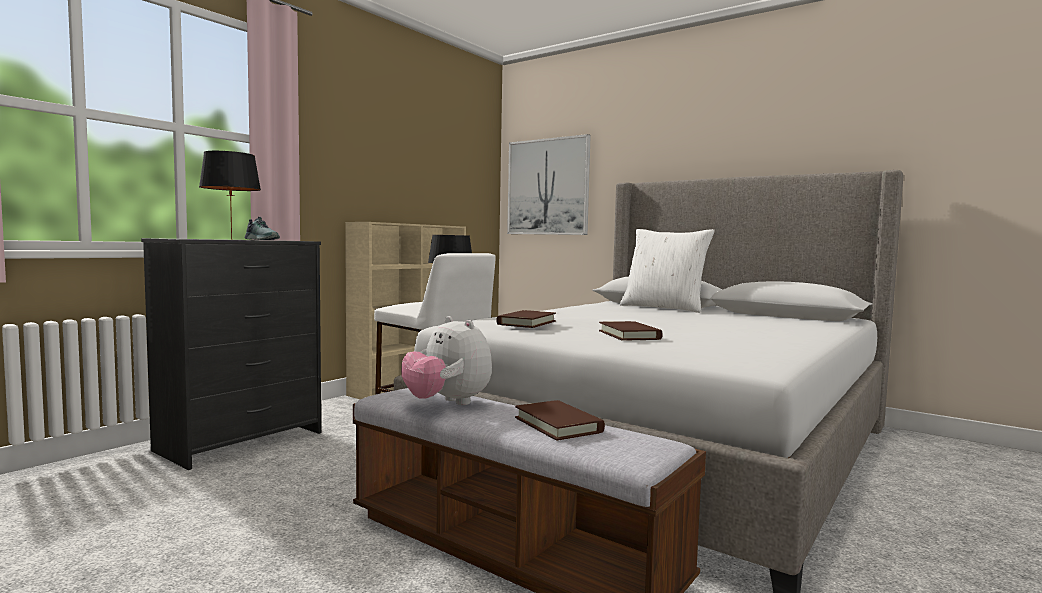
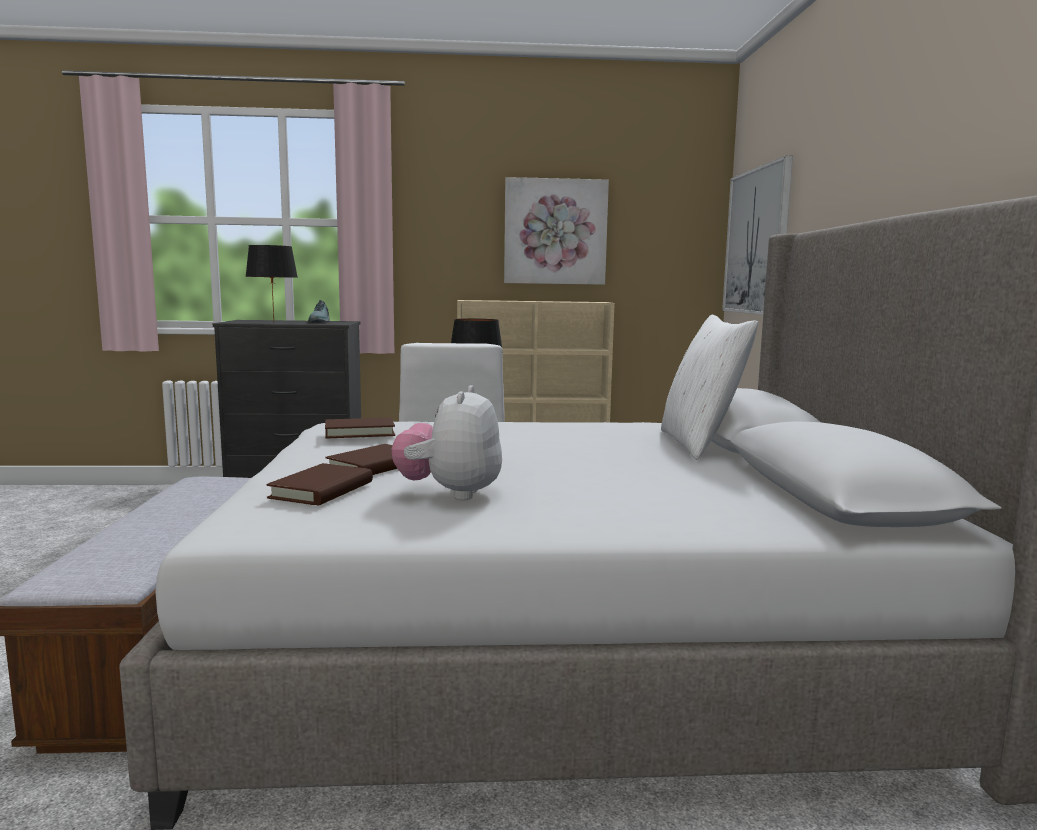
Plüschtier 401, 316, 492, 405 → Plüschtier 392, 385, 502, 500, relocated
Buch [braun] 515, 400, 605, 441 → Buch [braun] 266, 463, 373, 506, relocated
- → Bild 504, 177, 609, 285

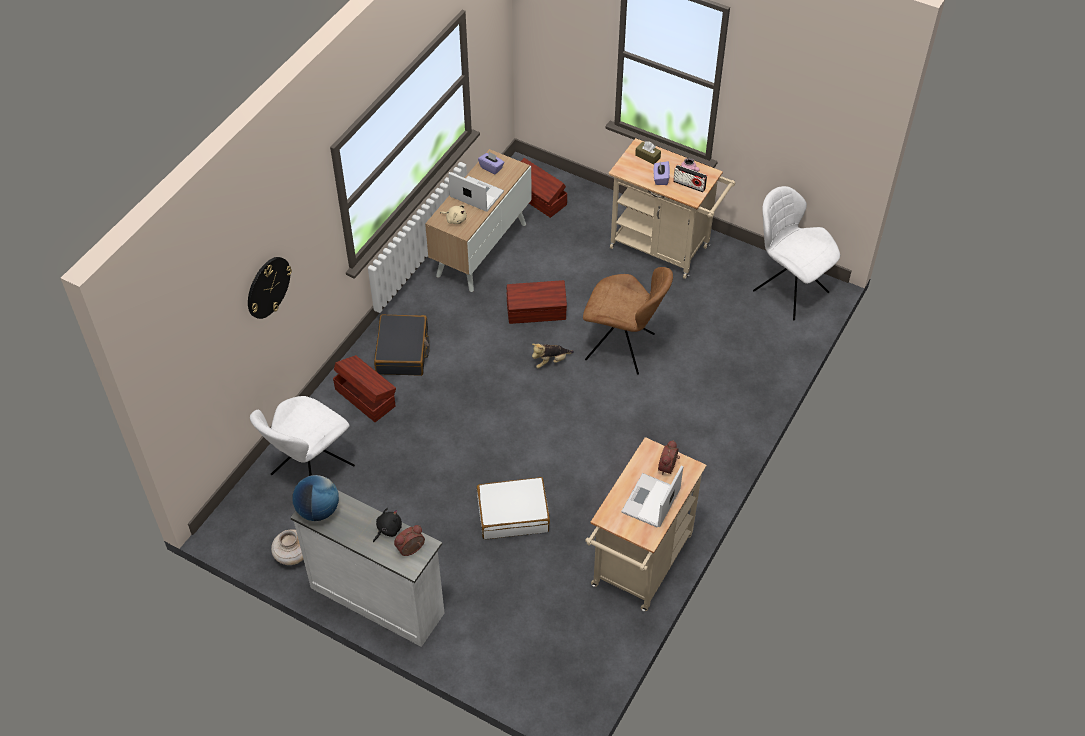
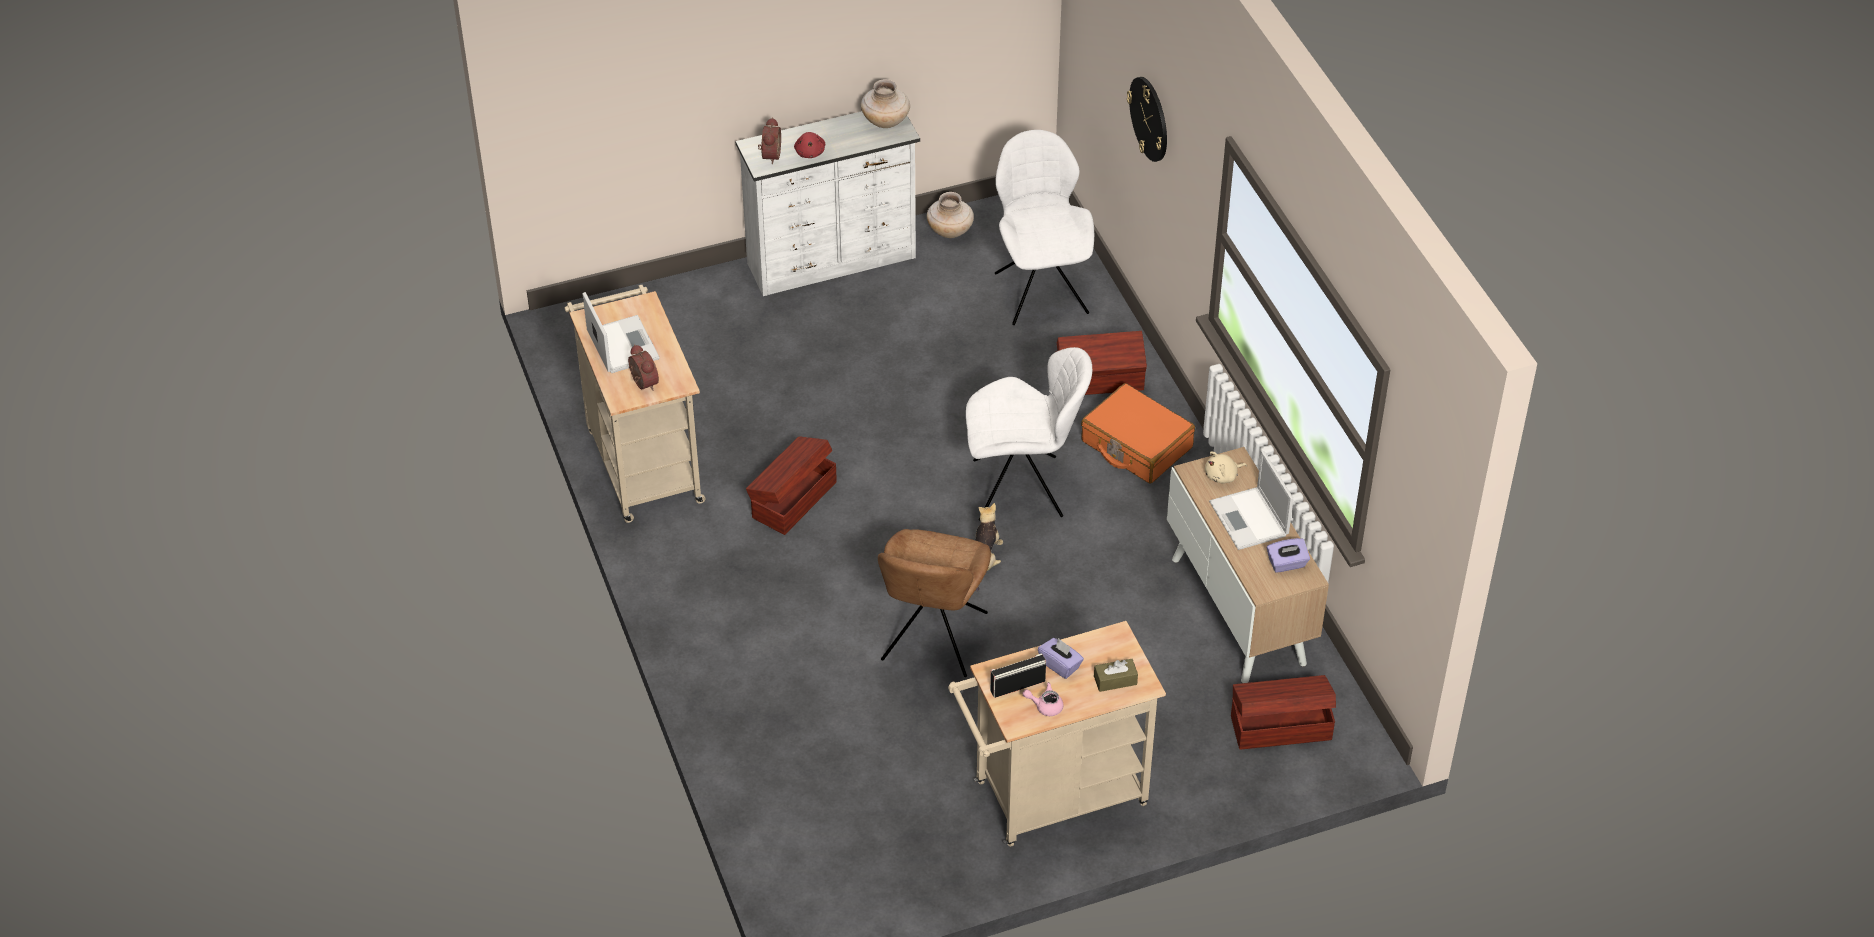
Globus 293, 475, 339, 521 → Vase [beige] 861, 79, 910, 128
Plüschtier [schwarz] 373, 508, 402, 542 → Plüschtier [rot] 794, 132, 825, 158
Koffer [schwarz] 374, 314, 429, 376 → Koffer [orange] 1081, 383, 1195, 484
Laptop 448, 172, 504, 212 → Laptop 1209, 451, 1294, 550, 90 degrees clockwise
Koffer [weiß] 477, 477, 550, 539 → -
Aufbewahrungsbox [braun] 506, 280, 567, 324 → Aufbewahrungsbox [braun] 746, 436, 837, 535, relocated
Stuhl [braun] 583, 267, 673, 375 → Stuhl [braun] 878, 529, 991, 677, 45 degrees counterclockwise
Stuhl [weiß] 753, 186, 840, 320 → Stuhl [weiß] 966, 347, 1092, 520, relocated

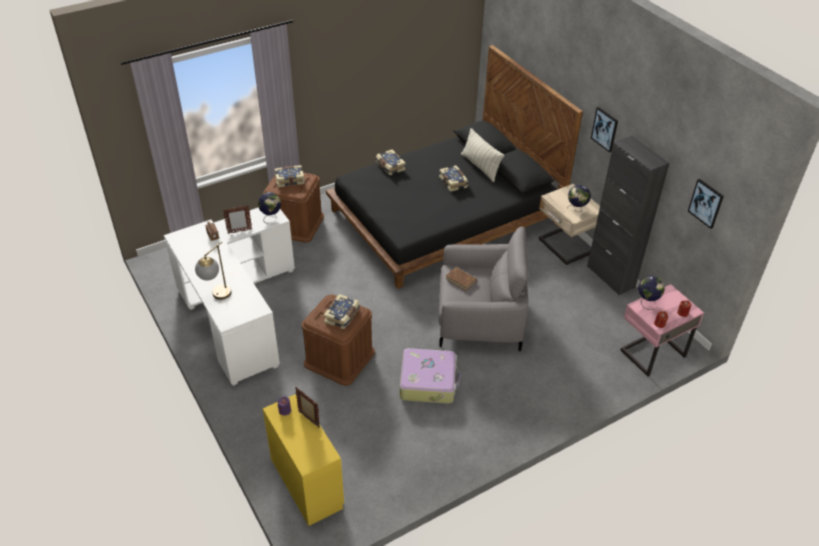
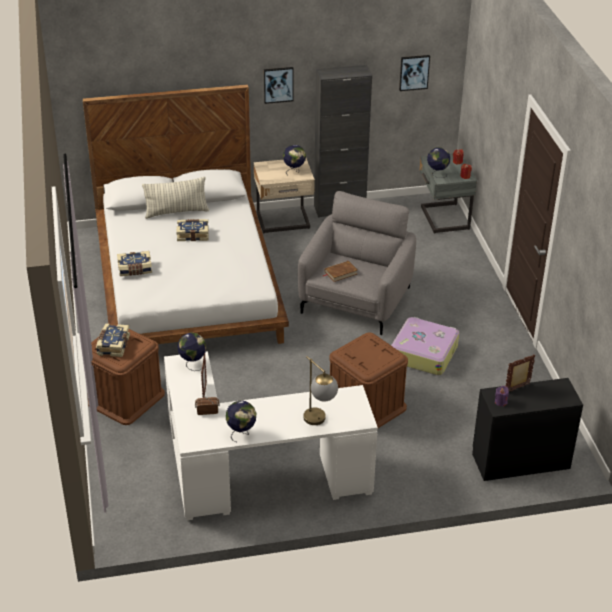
Kommode [gelb] 263, 394, 344, 526 → Kommode [schwarz] 472, 378, 583, 481
Buch 323, 294, 360, 329 → -
Bett [schwarz] 326, 45, 583, 289 → Bett [weiß] 83, 84, 289, 344
Nachttisch [rosa] 620, 284, 704, 377 → Nachttisch [grau] 419, 153, 477, 233
- → Globus 226, 400, 256, 442

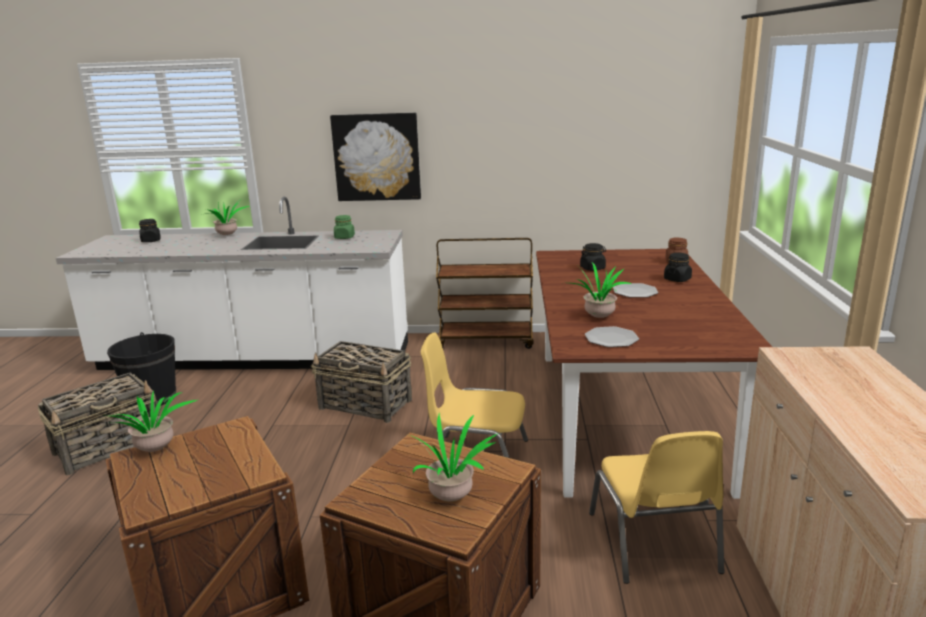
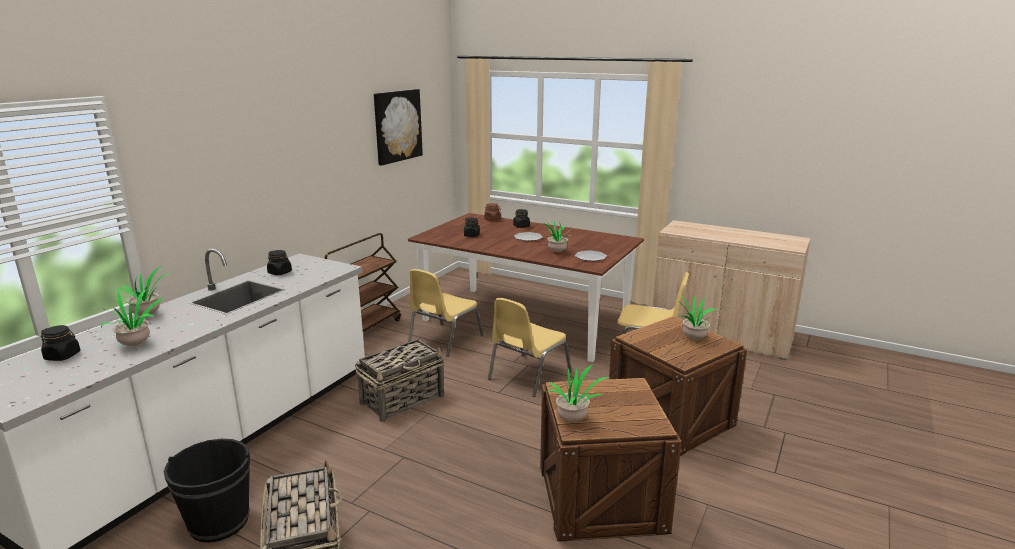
Bild 330, 113, 421, 201 → Bild 374, 89, 423, 166, relocated
Vorratsglas [grün] 334, 215, 355, 239 → Vorratsglas [schwarz] 267, 250, 292, 275
- → Topfpflanze 101, 290, 163, 346
- → Stuhl [gelb] 408, 269, 484, 357

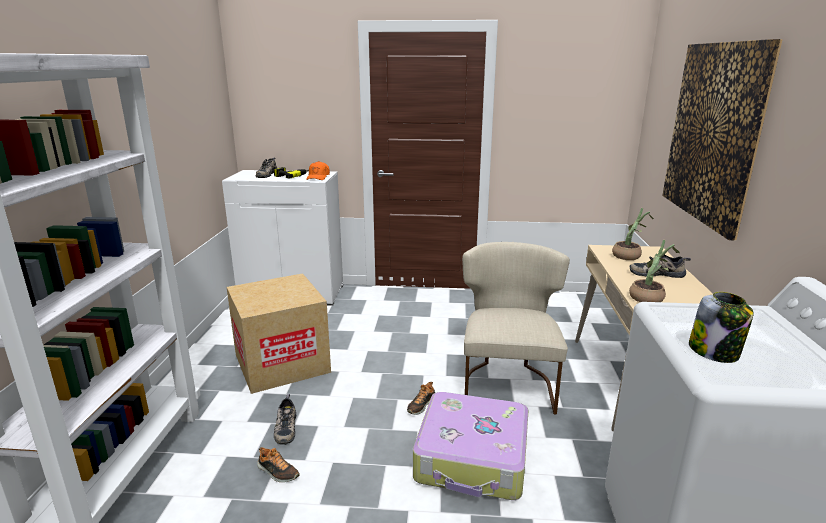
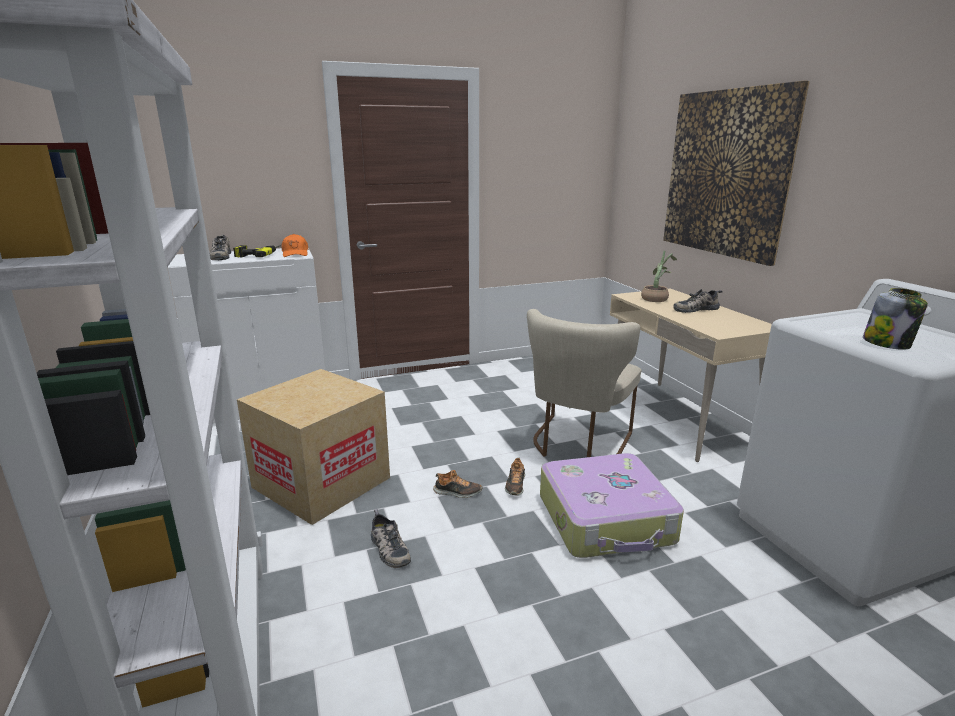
Schuh 257, 447, 300, 482 → Schuh 433, 470, 482, 498, relocated
Stuhl [beige] 462, 242, 570, 414 → Stuhl [beige] 527, 309, 641, 457, 135 degrees counterclockwise
Topfpflanze 629, 240, 680, 302 → -

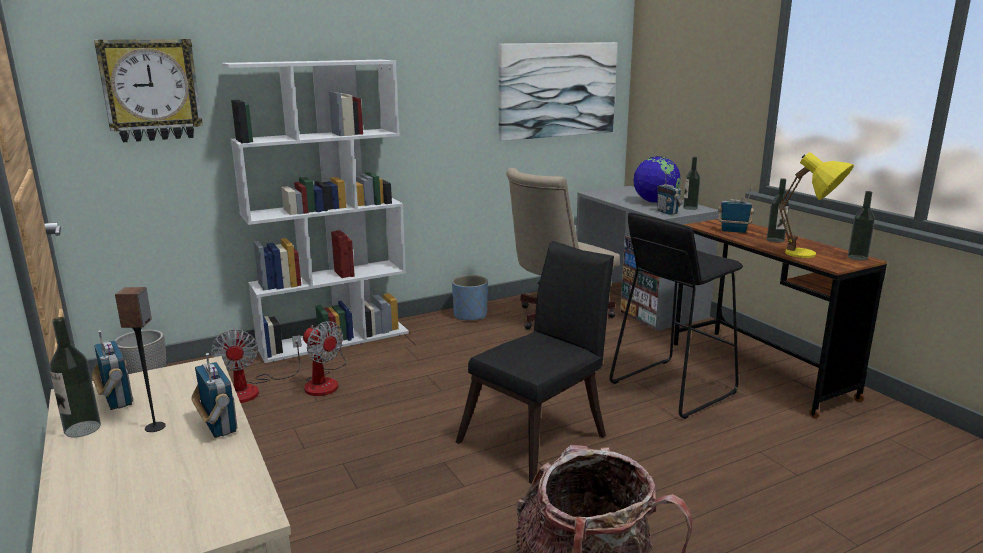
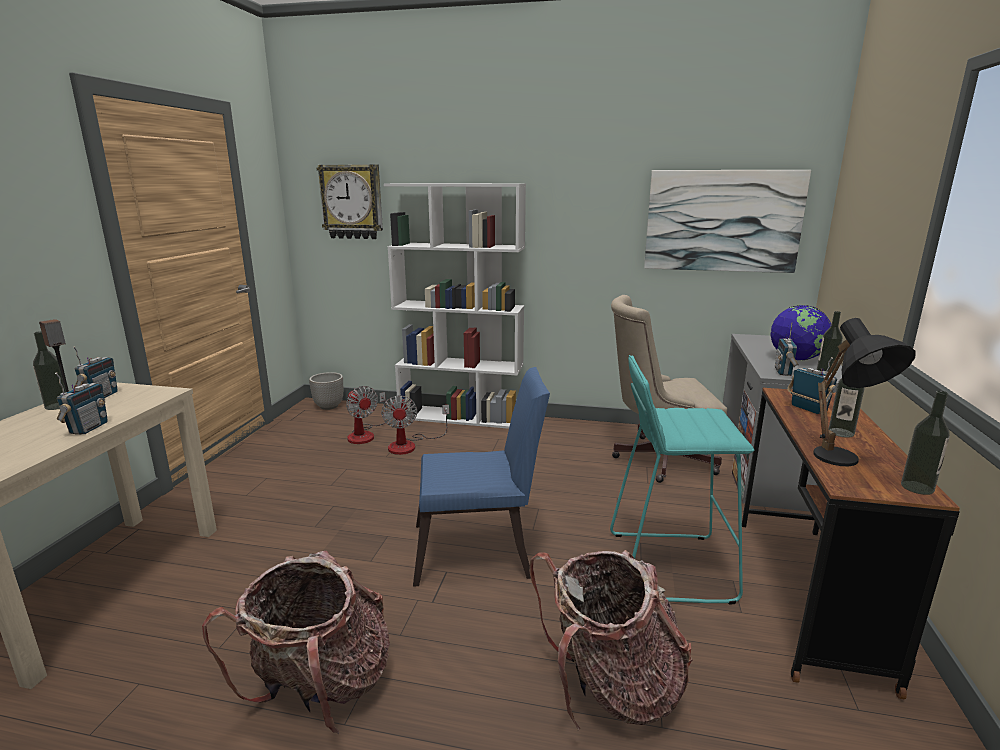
Ventilator 211, 330, 302, 403 → Ventilator 346, 386, 388, 444, 60 degrees counterclockwise
Pflanzkübel [blau] 452, 275, 488, 321 → -
Stuhl [schwarz] 456, 241, 614, 484 → Stuhl [blau] 413, 367, 550, 587
Hocker [schwarz] 609, 213, 743, 419 → Hocker [türkis] 610, 355, 754, 605
Tischlampe [gelb] 778, 152, 854, 258 → Tischlampe [schwarz] 814, 318, 915, 466
- → Rucksack 529, 550, 692, 730

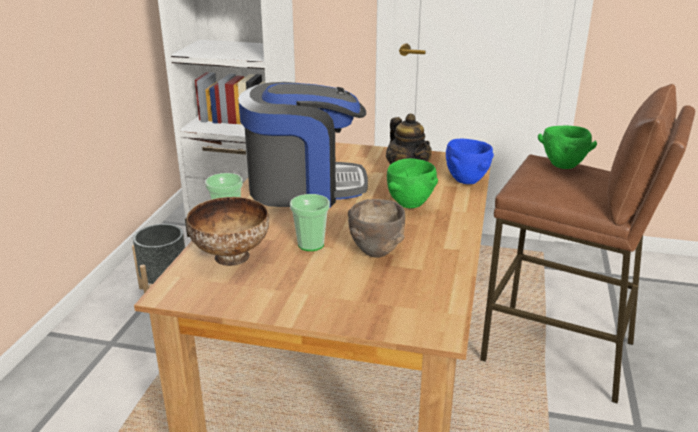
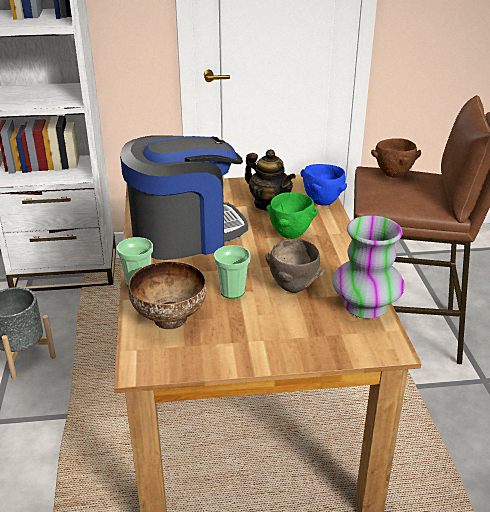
Schüssel [grün] 538, 126, 597, 169 → Schüssel [braun] 371, 138, 421, 178
- → Vase 332, 215, 405, 318

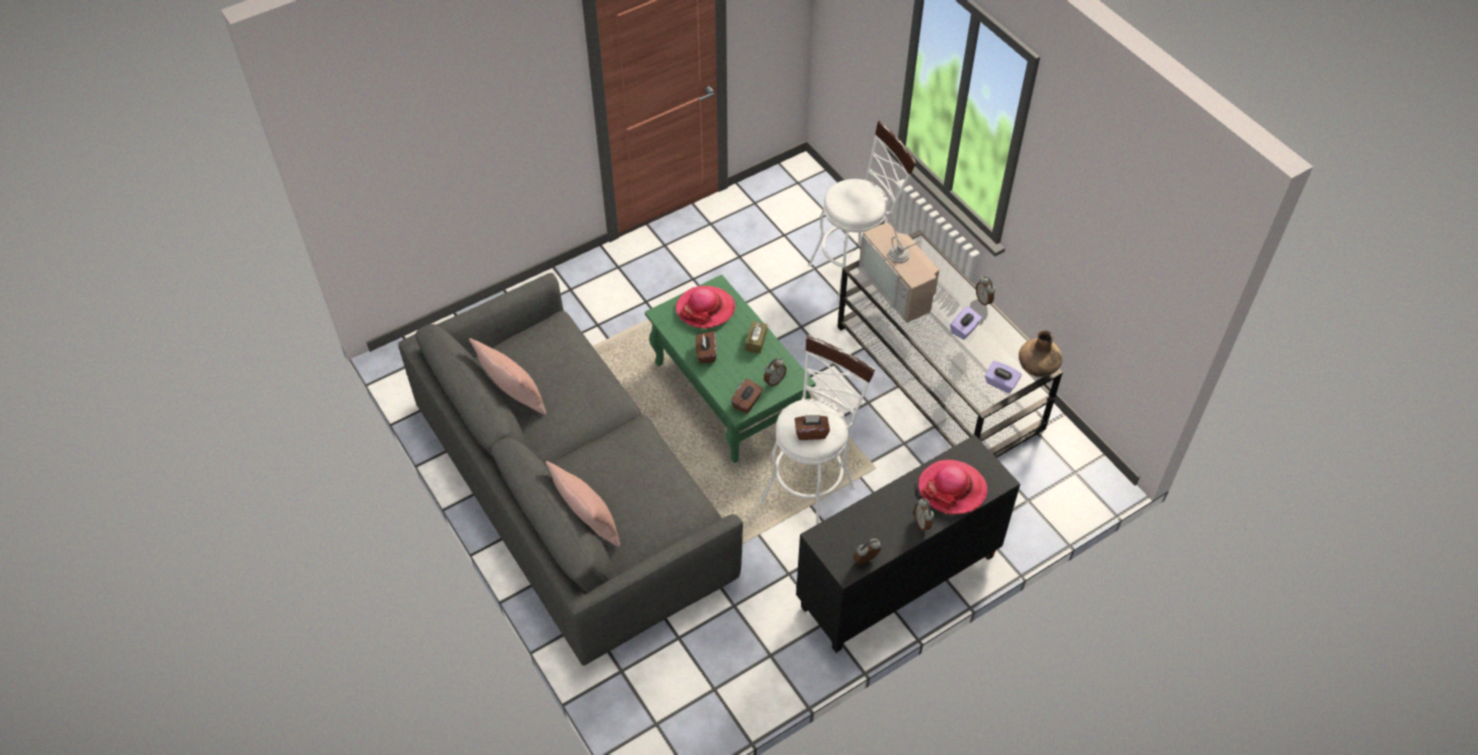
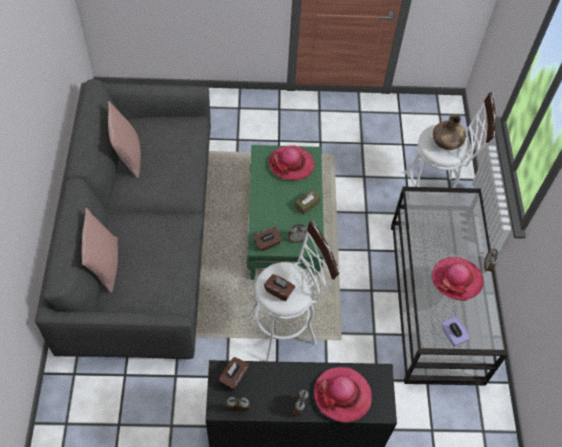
Taschentuchbox [braun] 696, 331, 717, 363 → Taschentuchbox [braun] 219, 357, 249, 390, relocated
Fernseher 859, 206, 939, 323 → -
Taschentuchbox [lila] 950, 306, 982, 340 → Hut 432, 257, 484, 301
Vase [braun] 1019, 330, 1063, 377 → Vase [braun] 433, 114, 466, 150, relocated

